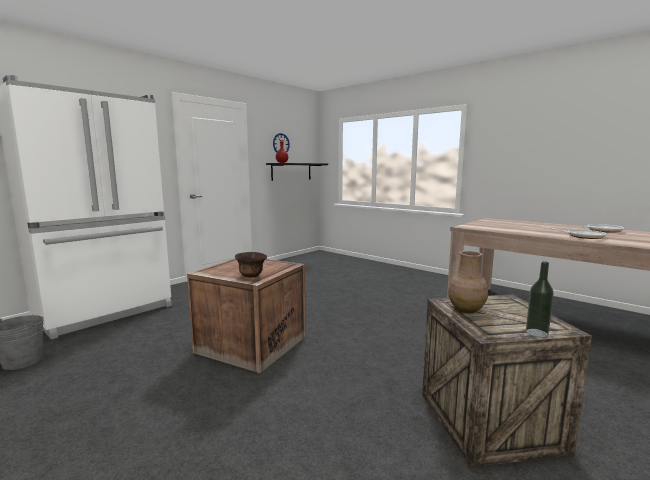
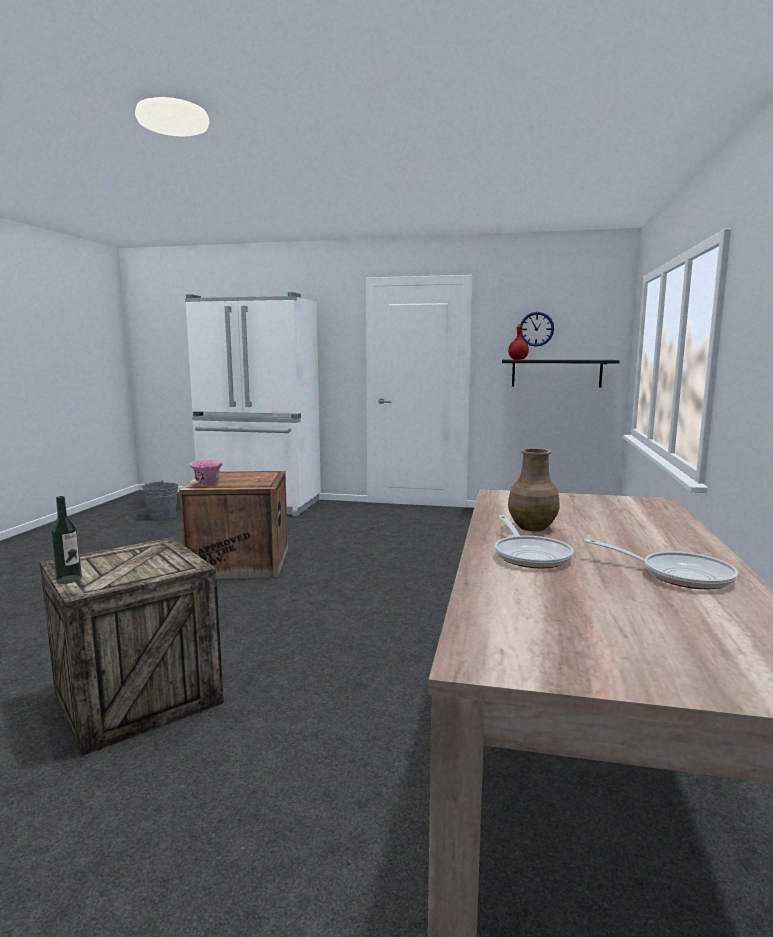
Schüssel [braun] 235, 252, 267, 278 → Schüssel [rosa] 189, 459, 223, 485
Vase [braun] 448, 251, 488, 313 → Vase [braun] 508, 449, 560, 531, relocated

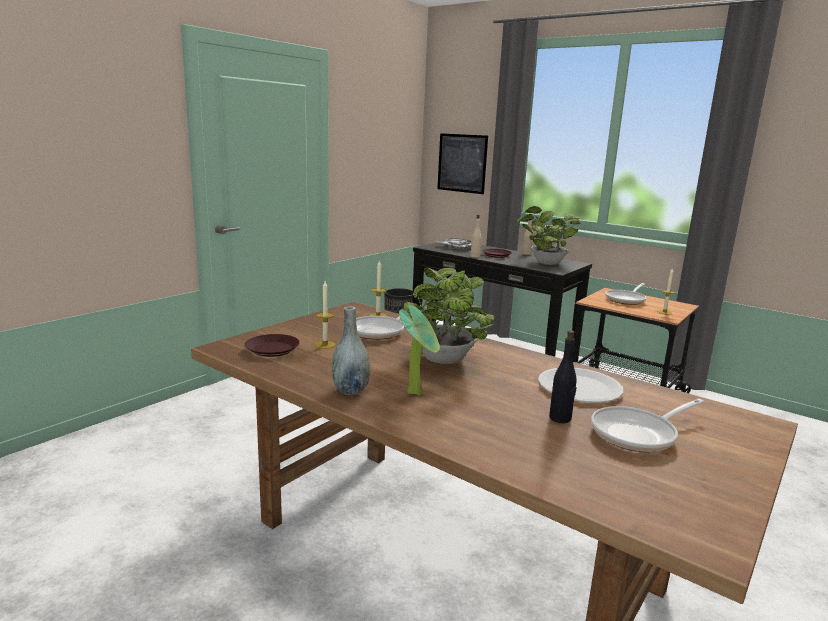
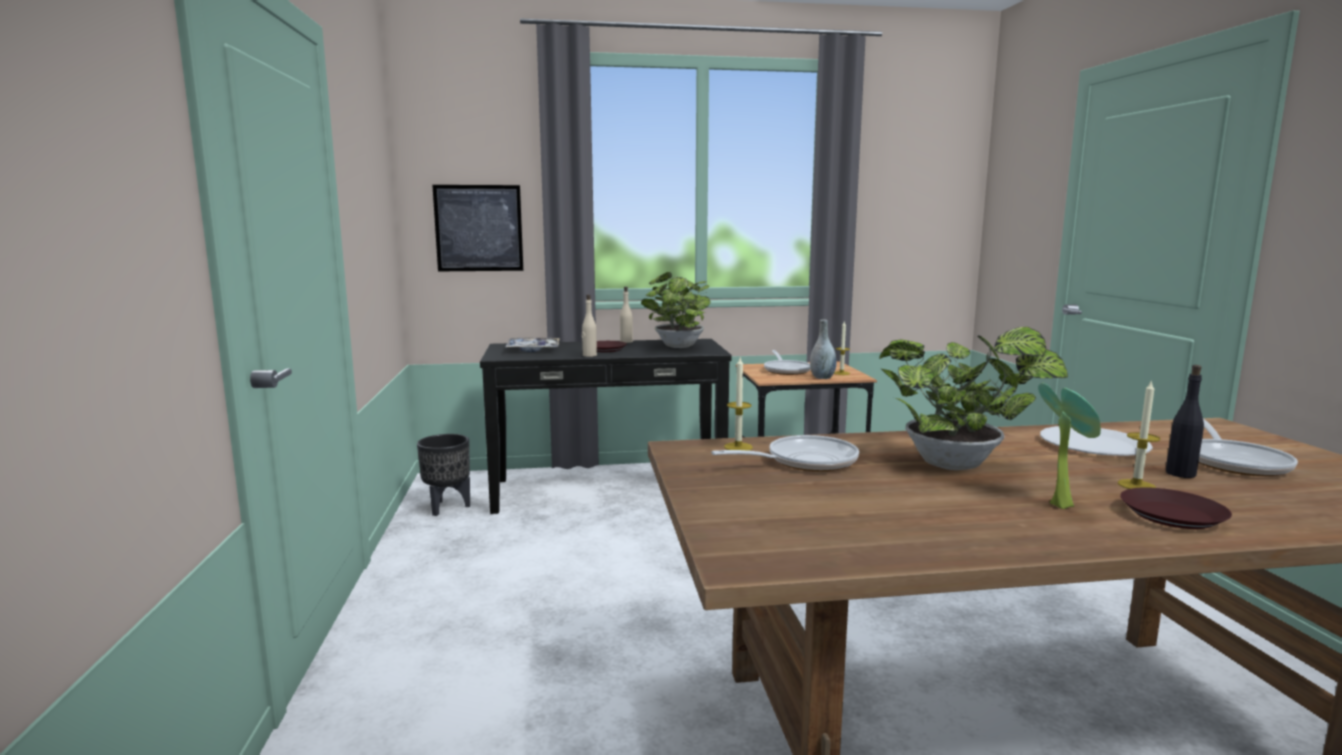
Teller [braun] 245, 334, 300, 357 → Teller [braun] 1120, 487, 1232, 529, relocated
Kerze 315, 281, 336, 349 → Kerze 1118, 380, 1160, 489, relocated
Vase [grau] 332, 306, 370, 395 → Vase [grau] 810, 320, 837, 379, relocated
Pfanne 356, 305, 421, 340 → Pfanne 711, 435, 859, 471, 105 degrees counterclockwise

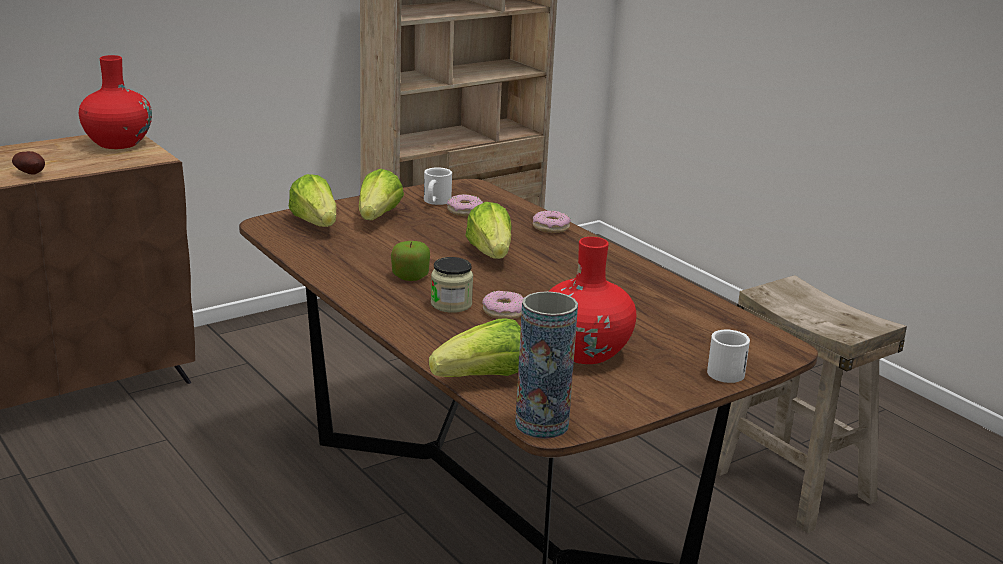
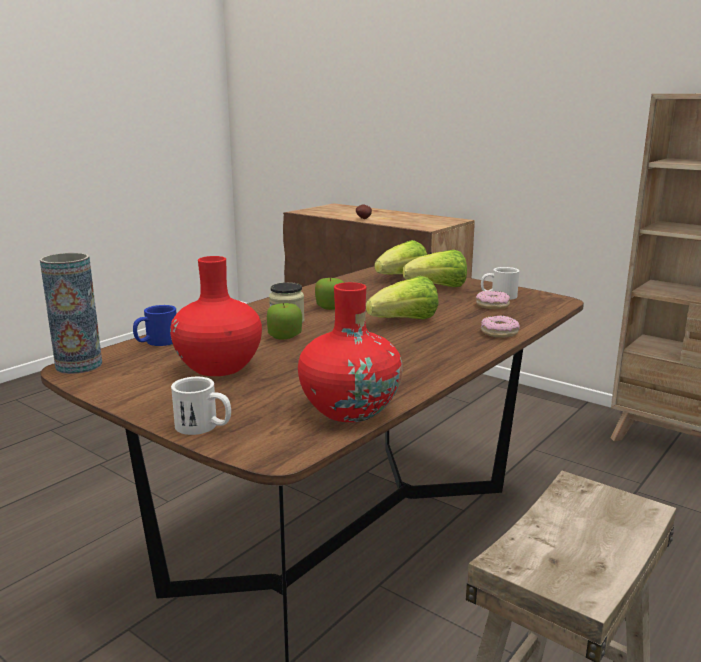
Vase [rot] 79, 55, 152, 149 → Vase [rot] 298, 282, 403, 422, relocated
Salatkopf 429, 319, 521, 377 → Henkelbecher [blau] 133, 305, 177, 346
Donut 482, 291, 524, 319 → Apfel 267, 303, 302, 339

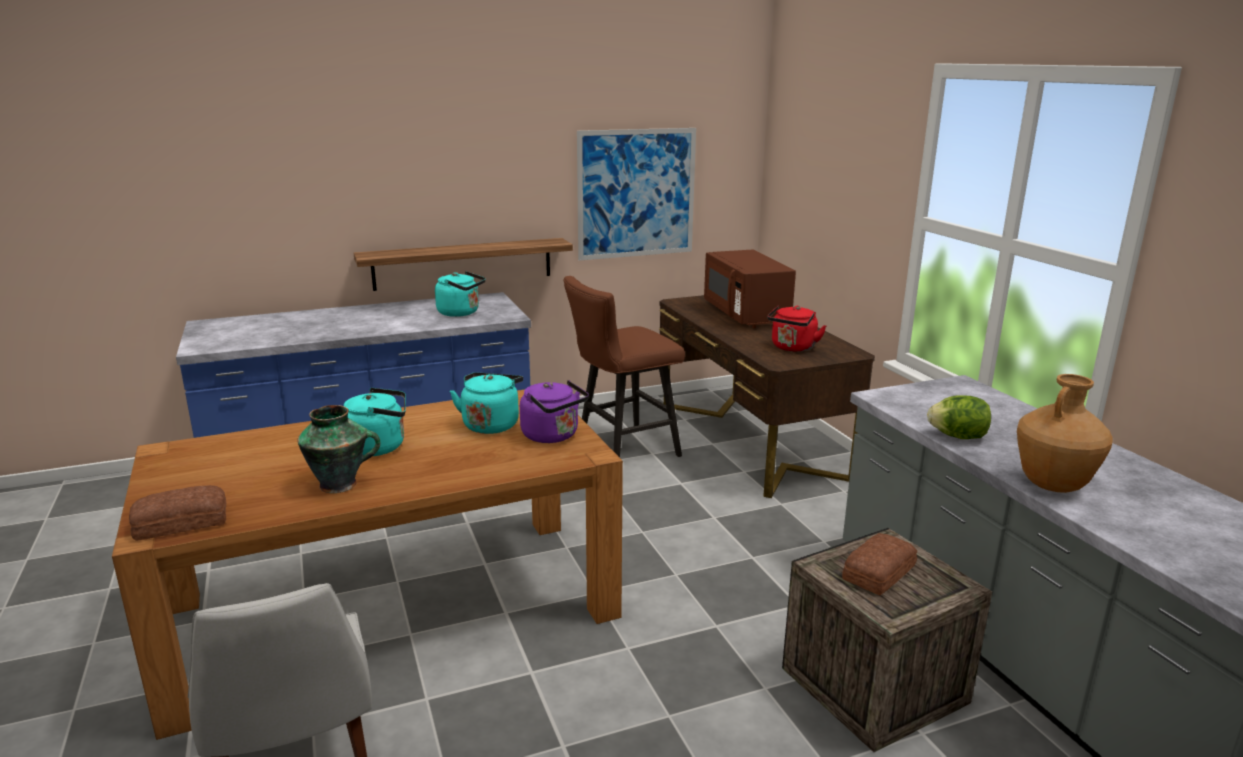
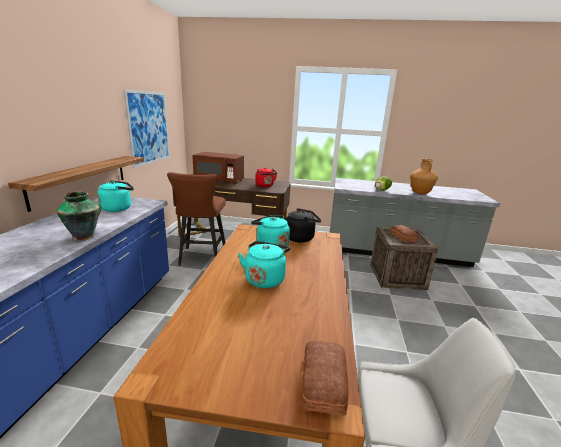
Vase 297, 405, 380, 493 → Vase 56, 192, 101, 241, relocated
Wasserkessel [lila] 520, 380, 589, 443 → Wasserkessel [schwarz] 286, 208, 321, 242

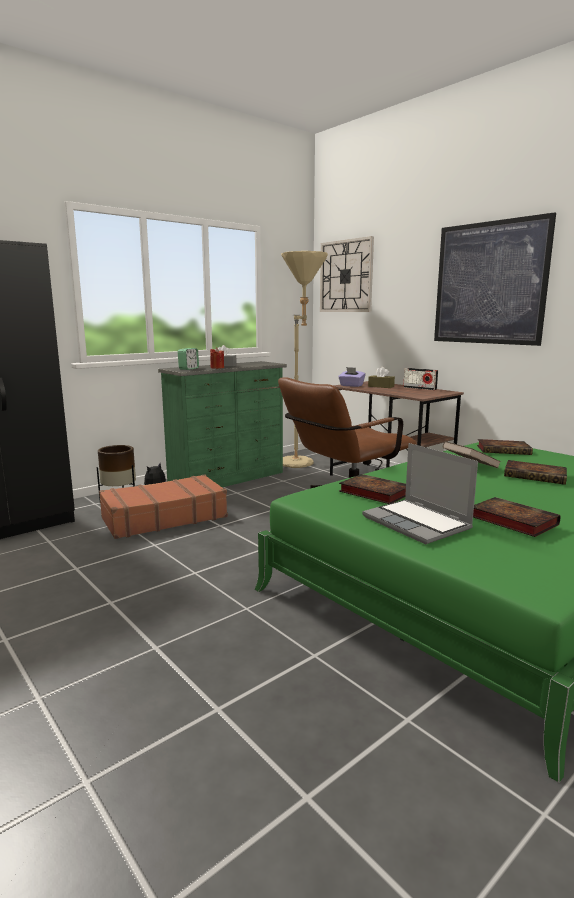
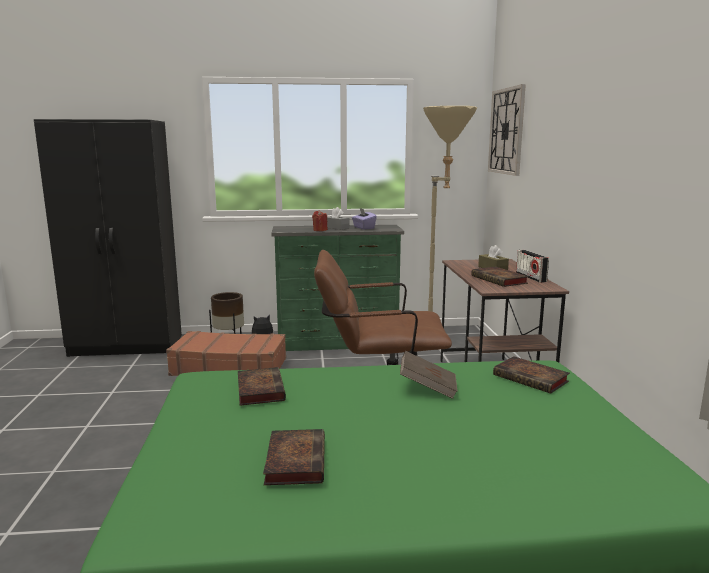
Wecker 178, 348, 199, 370 → -
Taschentuchbox [lila] 338, 367, 366, 387 → Taschentuchbox [lila] 352, 208, 377, 229, relocated
Laptop 362, 443, 478, 544 → -
Bild 434, 212, 556, 346 → -
Buch 504, 460, 567, 485 → Buch 471, 267, 529, 287, relocated

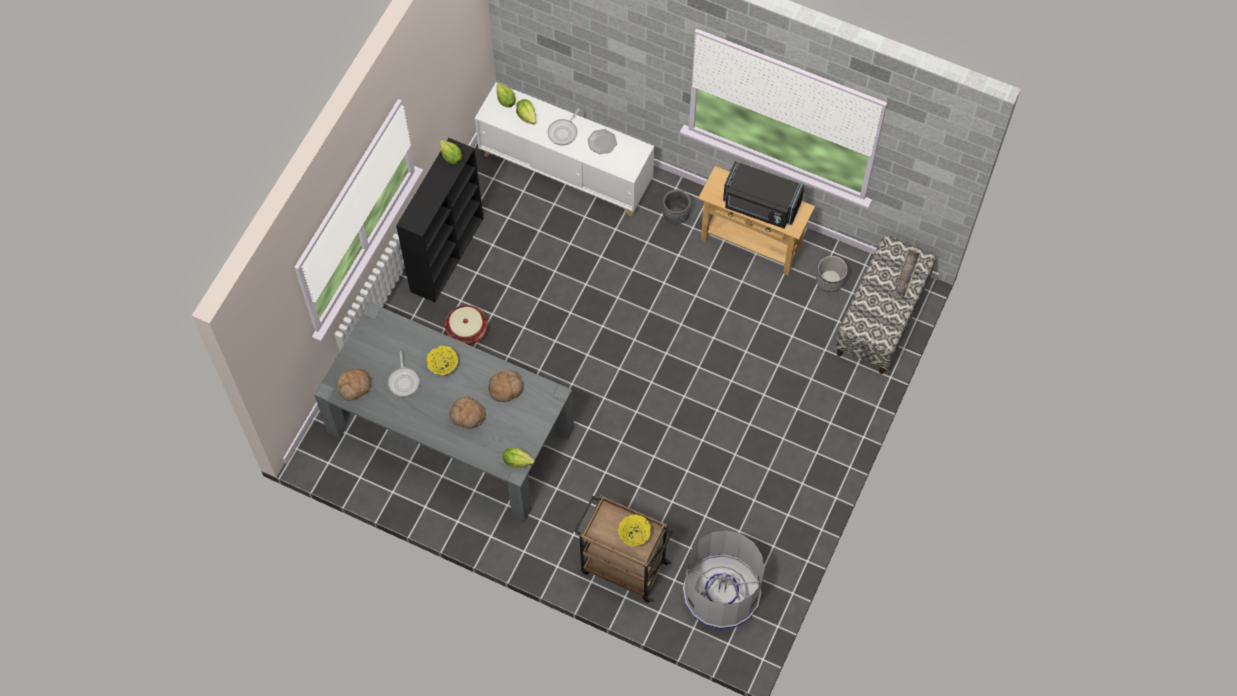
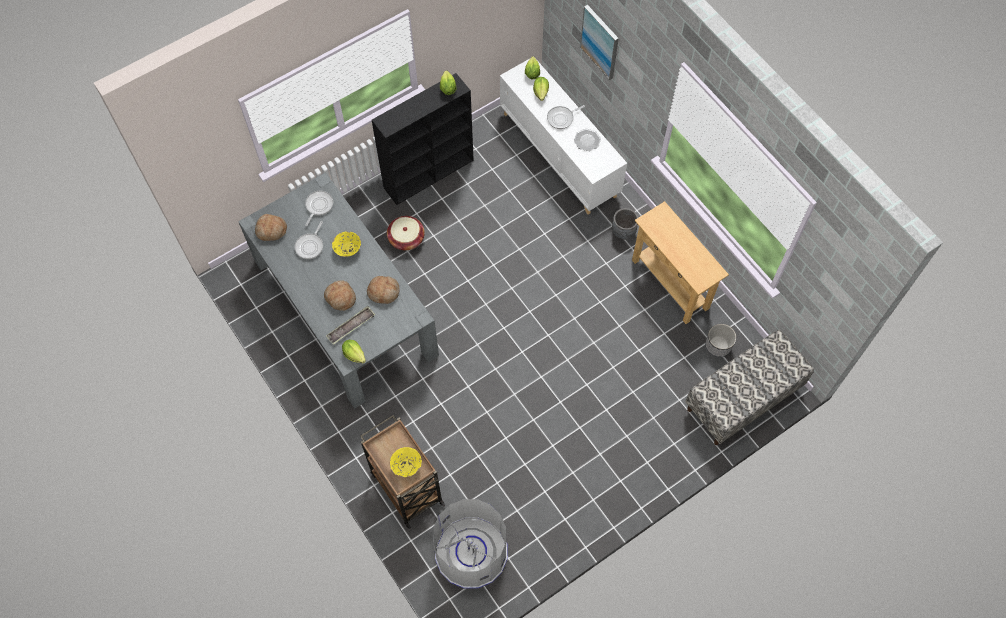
Mikrowelle [schwarz] 723, 161, 804, 229 → -
Tablett 894, 248, 921, 297 → Tablett 326, 306, 375, 345, relocated
- → Pfanne 305, 191, 333, 226
- → Bild 580, 5, 619, 80

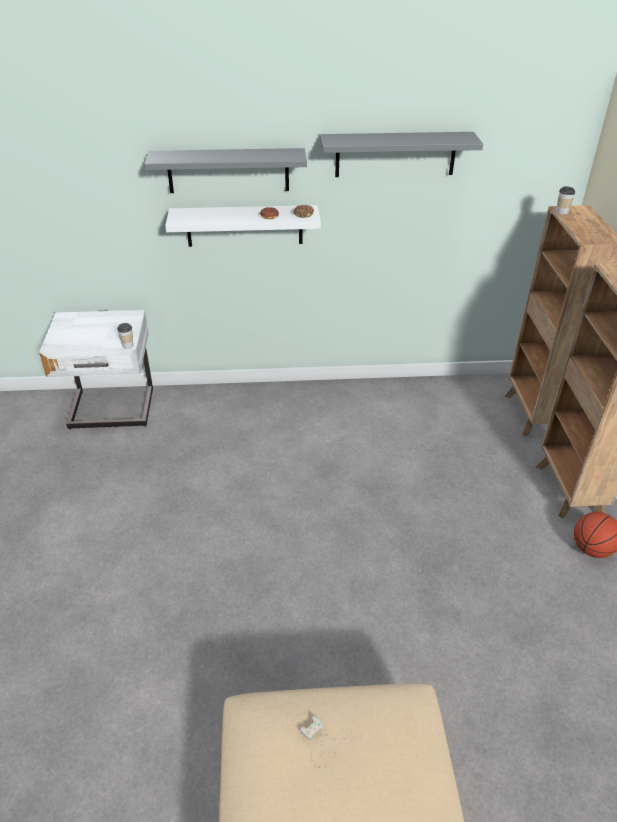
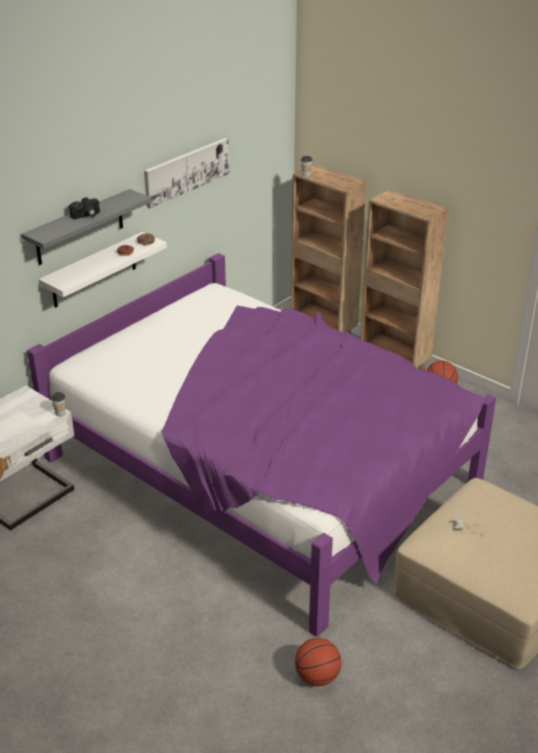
Wandregal [grau] 320, 132, 483, 177 → Bild 144, 138, 229, 208
- → Bett [lila] 27, 253, 496, 637
- → Kamera 69, 197, 100, 219
- → Basketball 295, 638, 341, 686

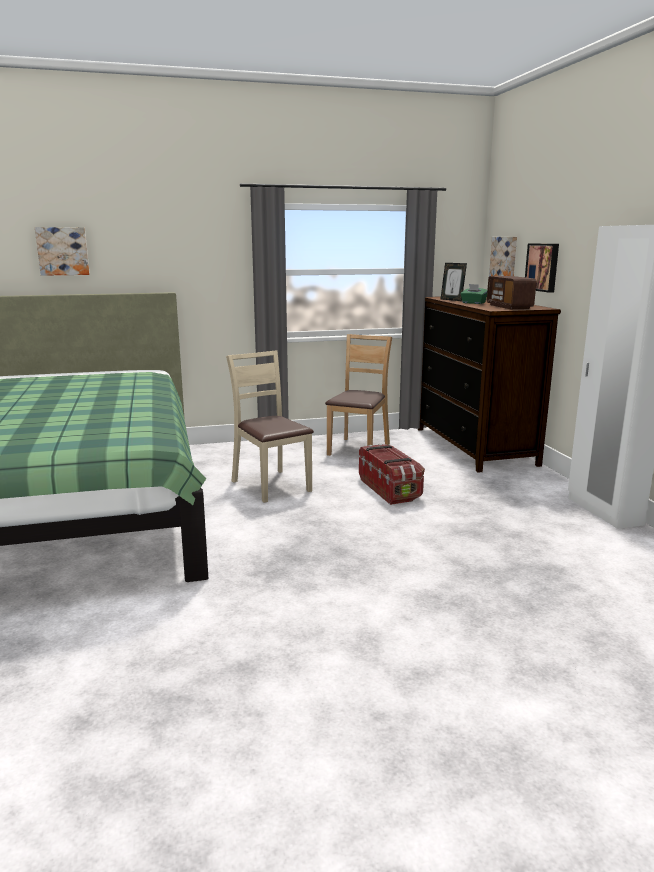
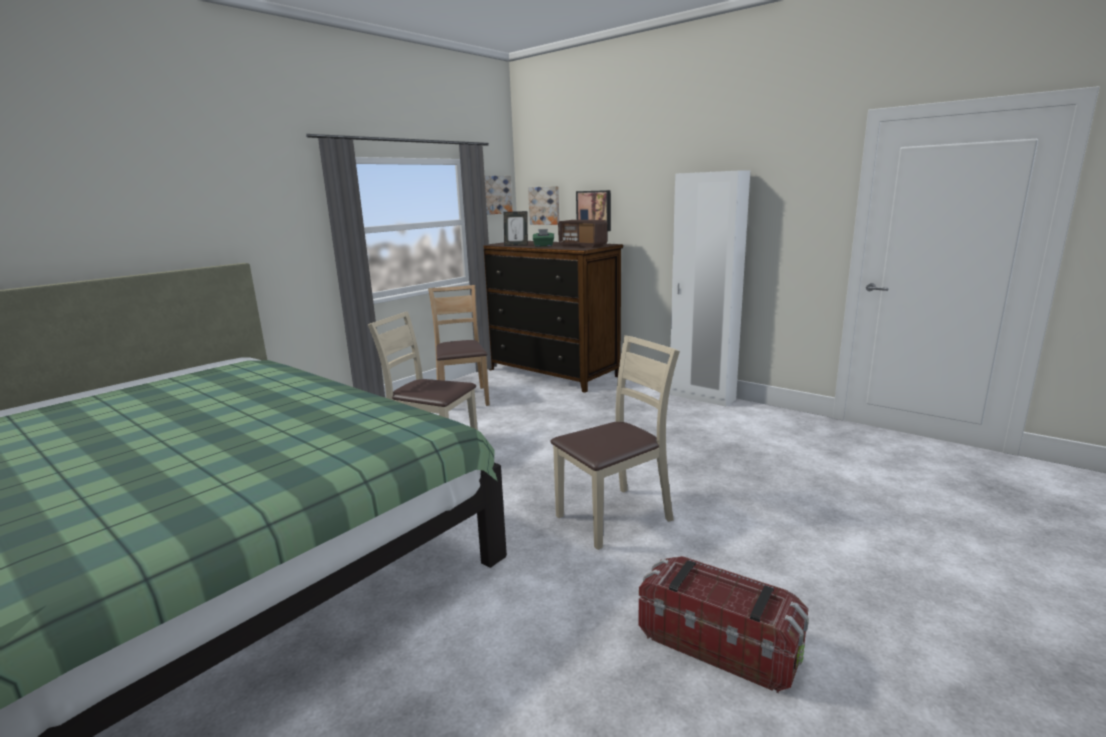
Bild 35, 227, 90, 276 → Bild 485, 176, 512, 215, relocated
Aufbewahrungsbox 359, 444, 425, 505 → Aufbewahrungsbox 638, 556, 809, 693, relocated
- → Stuhl [beige] 550, 335, 680, 550

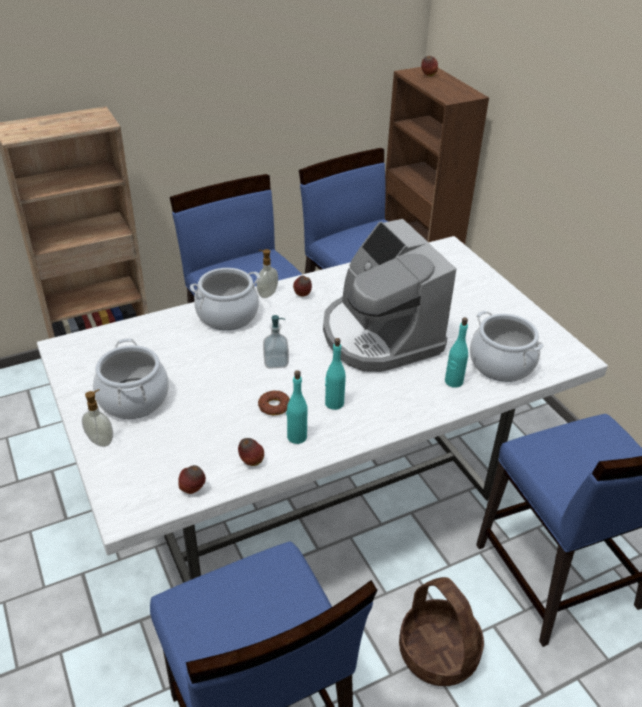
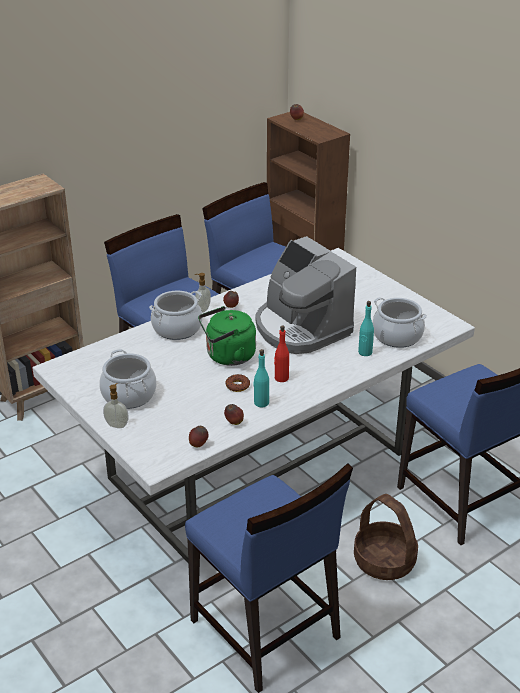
Seifenspender 263, 315, 289, 369 → Wasserkessel [grün] 198, 306, 256, 366
Flasche [türkis] 325, 338, 346, 410 → Flasche [rot] 274, 325, 289, 382

